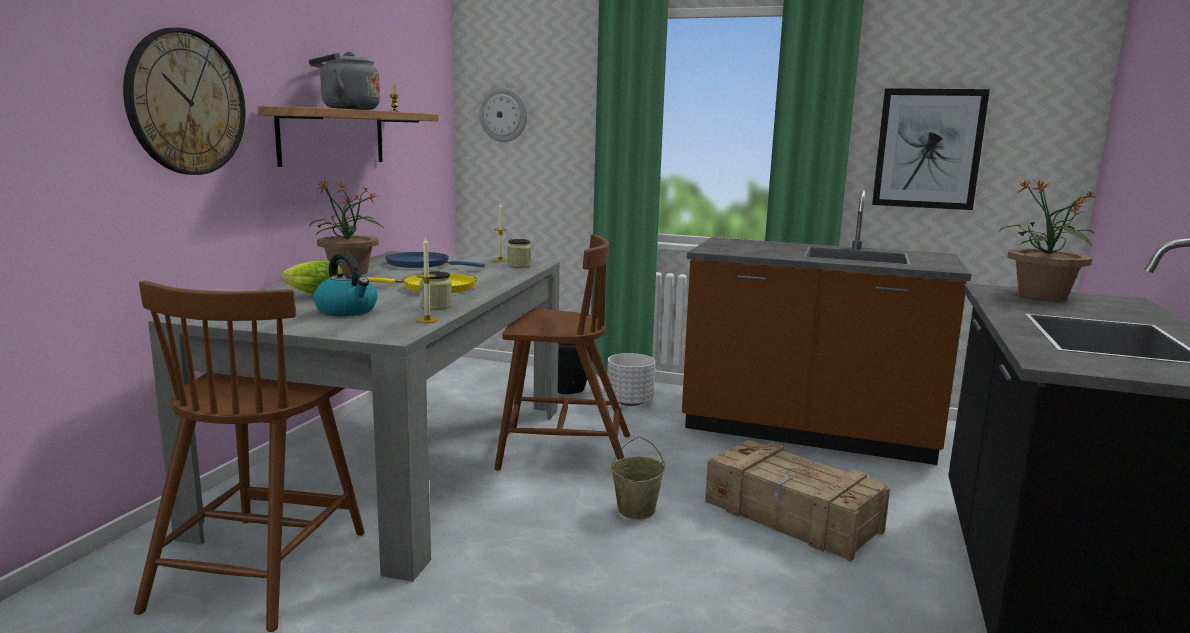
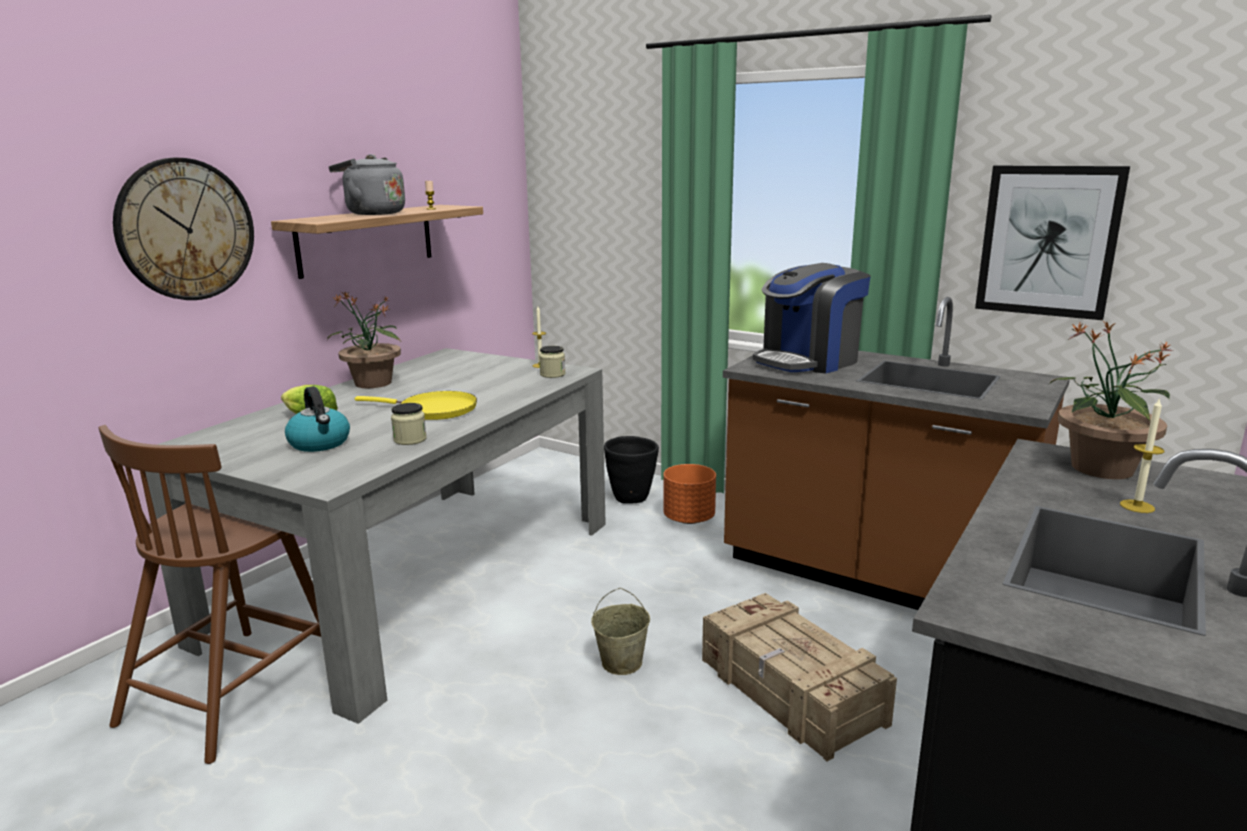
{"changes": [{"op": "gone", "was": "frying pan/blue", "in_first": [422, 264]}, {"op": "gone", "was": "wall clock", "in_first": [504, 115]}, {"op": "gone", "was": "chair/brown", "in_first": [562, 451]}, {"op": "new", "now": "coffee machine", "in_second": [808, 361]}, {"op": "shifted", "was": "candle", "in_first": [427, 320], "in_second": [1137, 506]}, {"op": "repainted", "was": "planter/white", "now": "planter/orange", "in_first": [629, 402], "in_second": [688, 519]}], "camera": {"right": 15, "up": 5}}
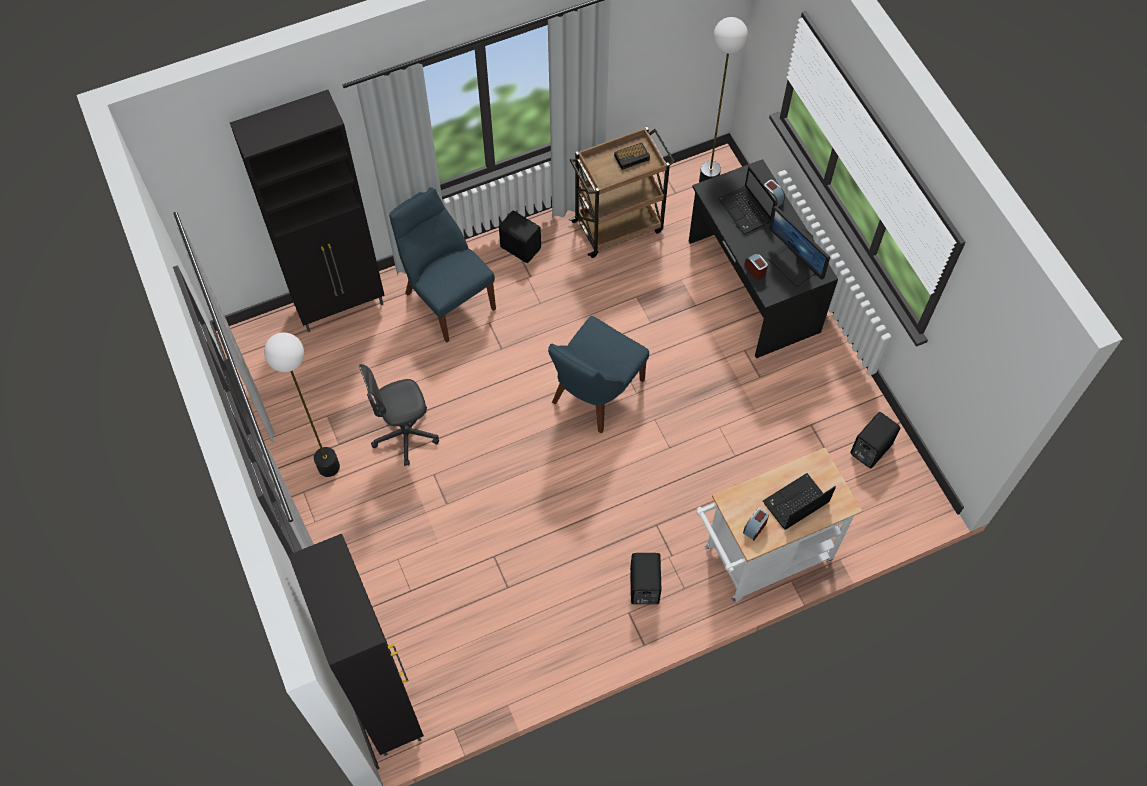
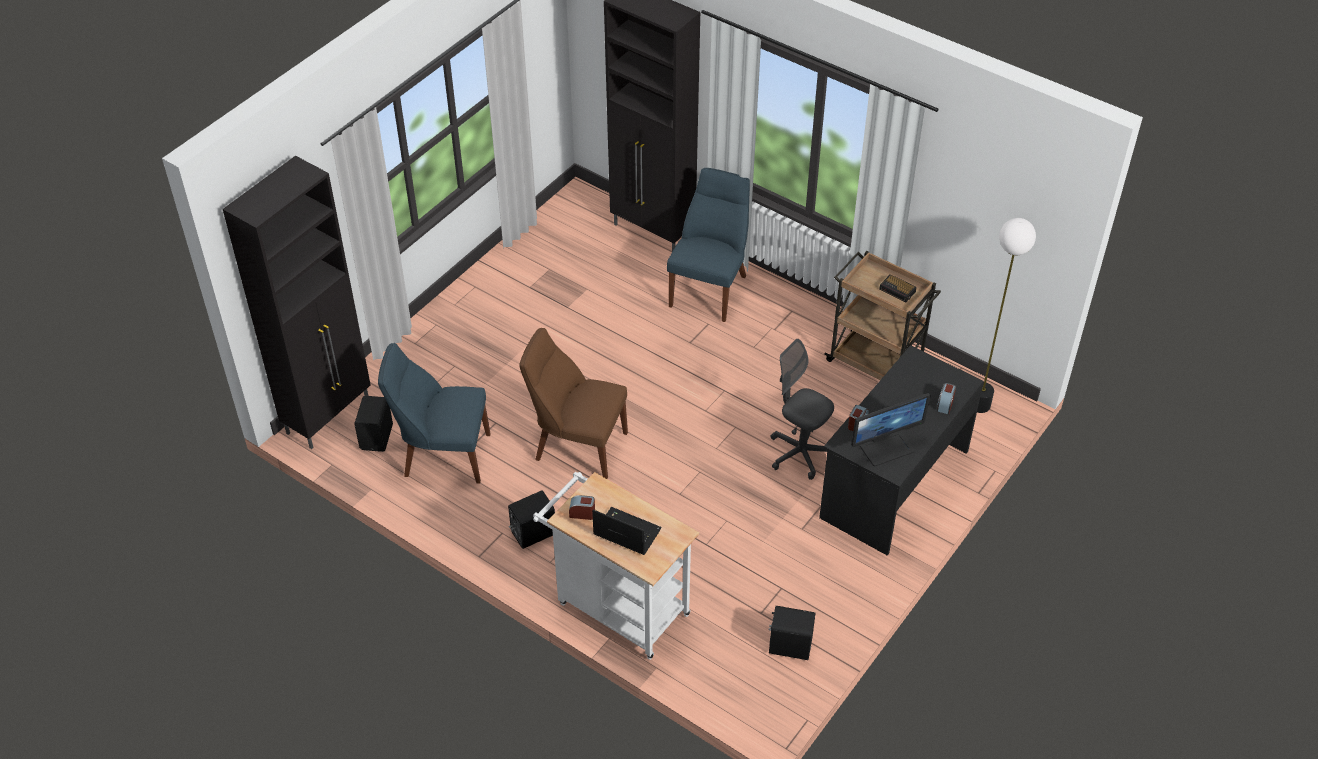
{"changes": [{"op": "gone", "was": "floor lamp", "in_first": [328, 466]}, {"op": "gone", "was": "laptop", "in_first": [745, 211]}, {"op": "new", "now": "chair/brown", "in_second": [577, 445]}, {"op": "shifted", "was": "office chair/grey", "in_first": [405, 435], "in_second": [800, 453]}, {"op": "shifted", "was": "speaker/black", "in_first": [520, 247], "in_second": [378, 437]}, {"op": "shifted", "was": "chair/blue", "in_first": [594, 394], "in_second": [442, 455]}, {"op": "rotated", "was": "monitor", "in_first": [793, 264], "in_second": [886, 447], "clockwise": -135}], "camera": {"right": 60, "up": -15}}
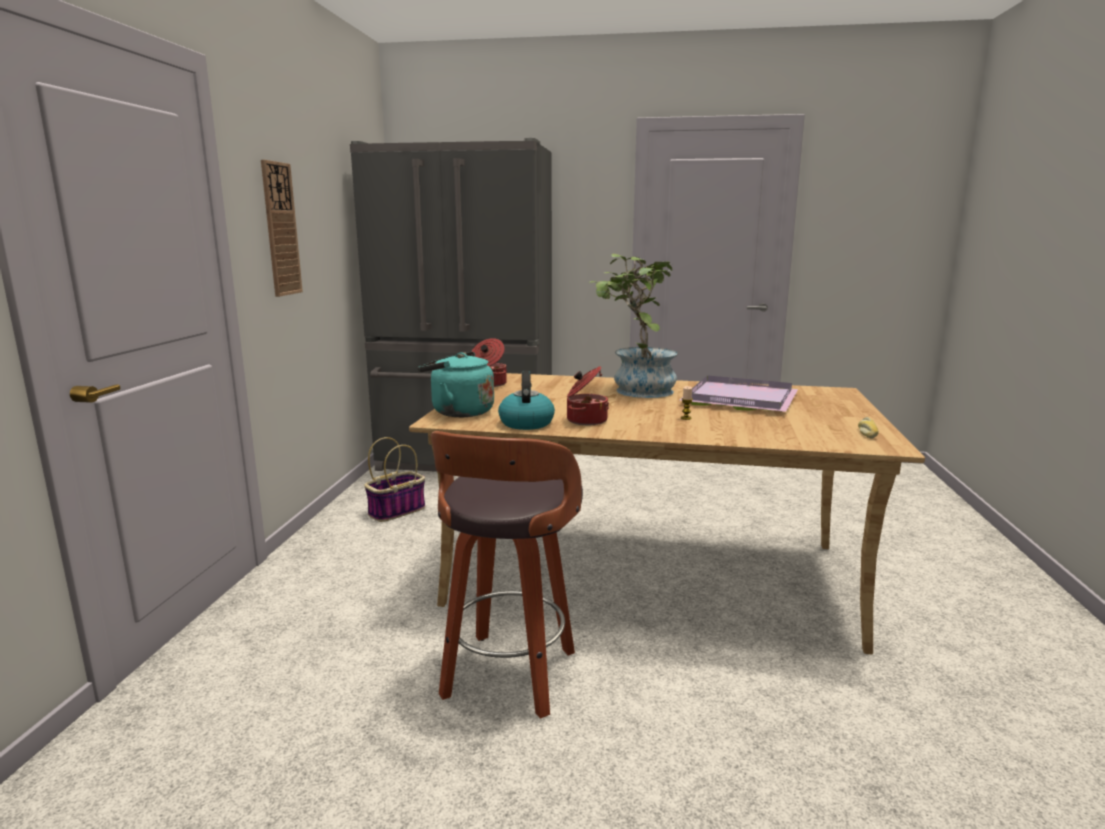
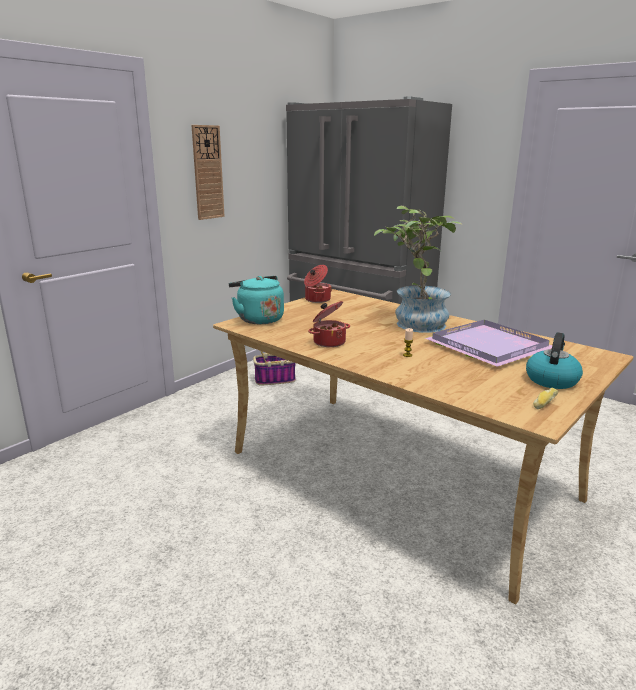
{"changes": [{"op": "gone", "was": "stool", "in_first": [508, 677]}, {"op": "shifted", "was": "kettle", "in_first": [526, 423], "in_second": [551, 380]}], "camera": {"right": 30, "up": 5}}
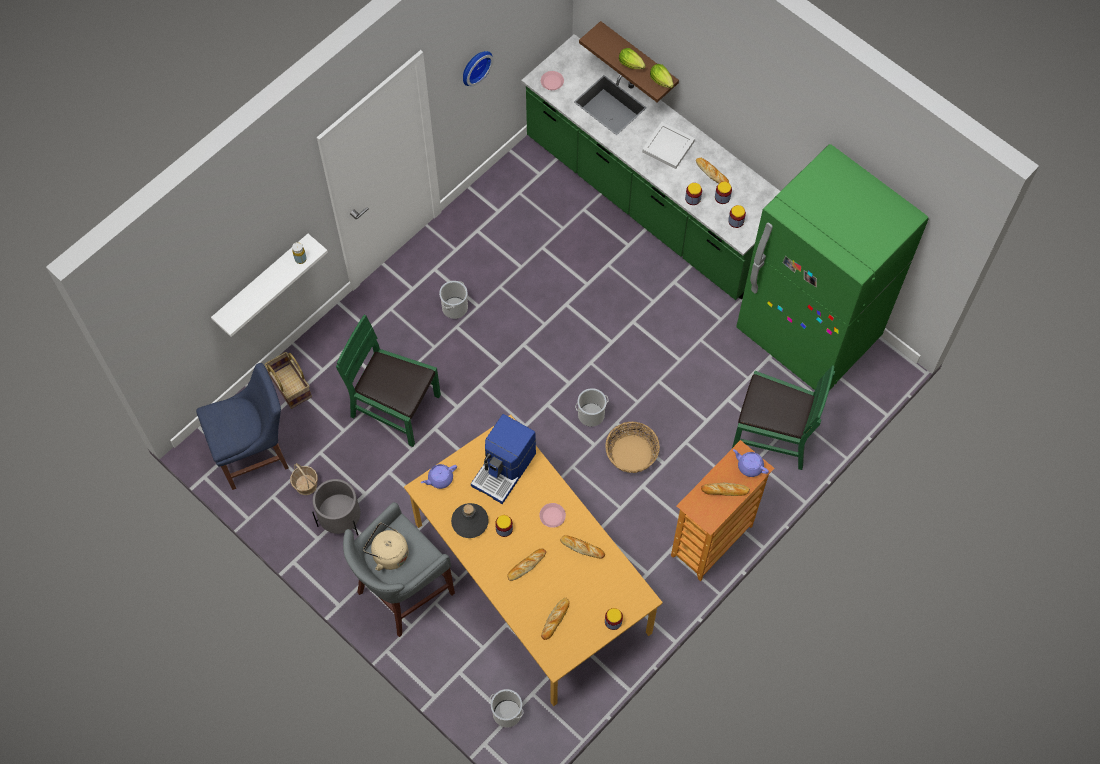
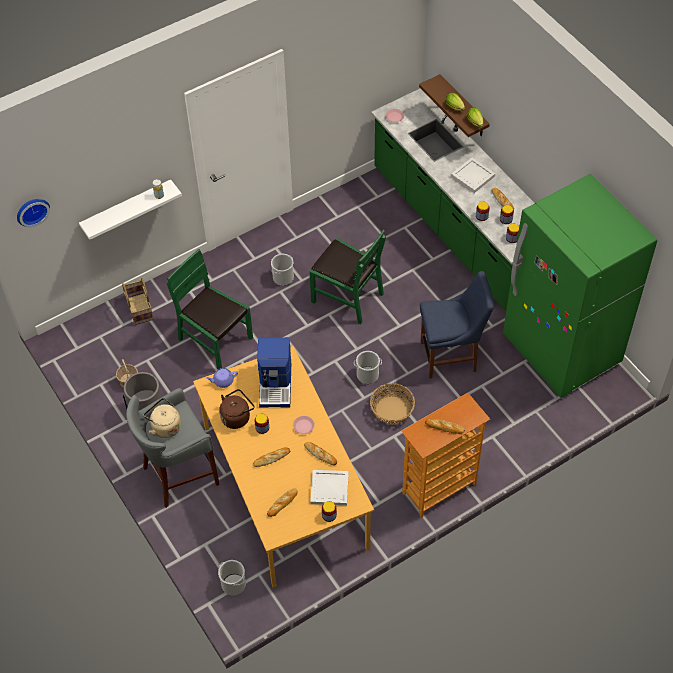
{"changes": [{"op": "gone", "was": "teapot/purple", "in_first": [749, 466]}, {"op": "new", "now": "tray/white", "in_second": [330, 488]}, {"op": "shifted", "was": "chair/blue", "in_first": [256, 454], "in_second": [451, 356]}, {"op": "shifted", "was": "wall clock", "in_first": [474, 66], "in_second": [32, 210]}, {"op": "shifted", "was": "chair/green", "in_first": [773, 435], "in_second": [347, 297]}, {"op": "swapped", "was": "bottle/grey", "now": "kettle/brown", "in_first": [470, 522], "in_second": [237, 417]}, {"op": "rotated", "was": "coffee machine", "in_first": [505, 469], "in_second": [276, 384], "clockwise": -45}], "camera": {"right": 15, "up": -10}}
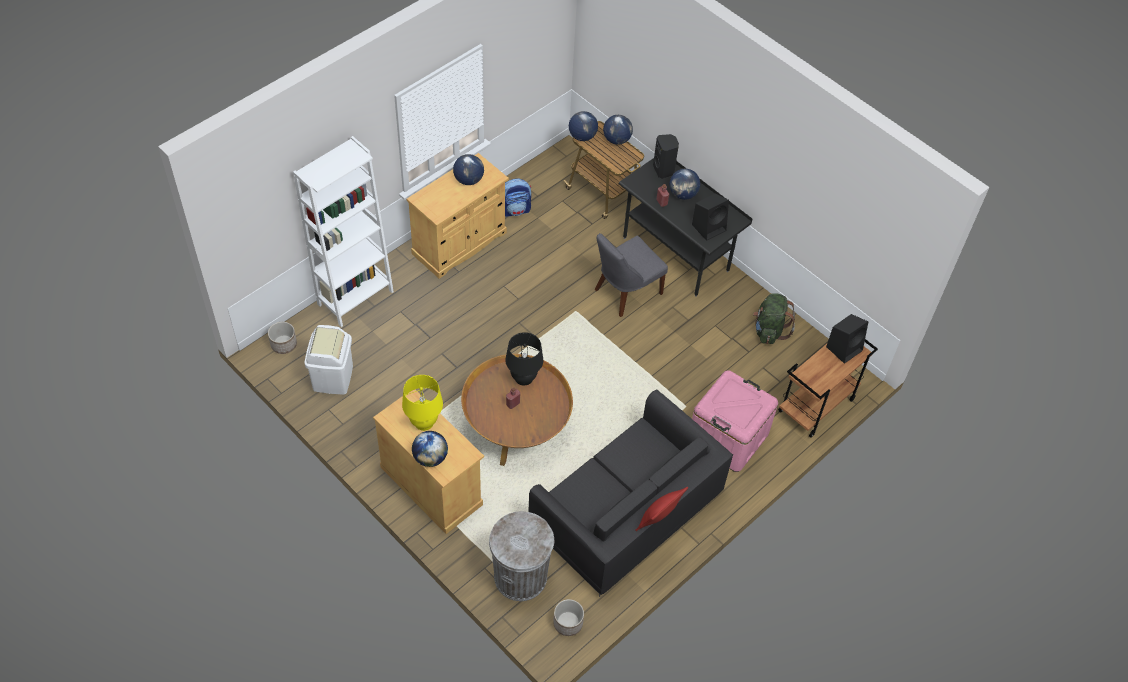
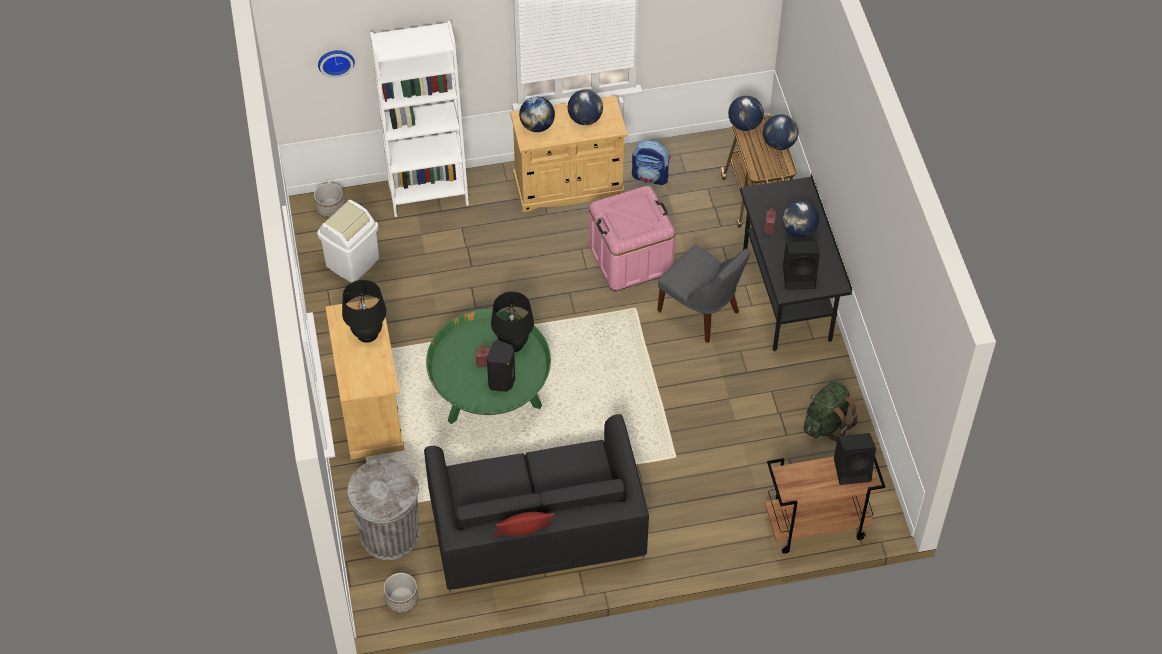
{"changes": [{"op": "new", "now": "wall clock", "in_second": [335, 61]}, {"op": "shifted", "was": "globe", "in_first": [430, 458], "in_second": [537, 126]}, {"op": "shifted", "was": "speaker/black", "in_first": [664, 170], "in_second": [502, 381]}, {"op": "shifted", "was": "storage box/pink", "in_first": [728, 437], "in_second": [630, 258]}, {"op": "repainted", "was": "table lamp/yellow", "now": "table lamp/black", "in_first": [424, 422], "in_second": [367, 333]}, {"op": "repainted", "was": "coffee table/brown", "now": "coffee table/green", "in_first": [516, 427], "in_second": [490, 393]}, {"op": "rotated", "was": "chair/grey", "in_first": [625, 292], "in_second": [701, 313], "clockwise": -135}], "camera": {"right": 35, "up": 0}}
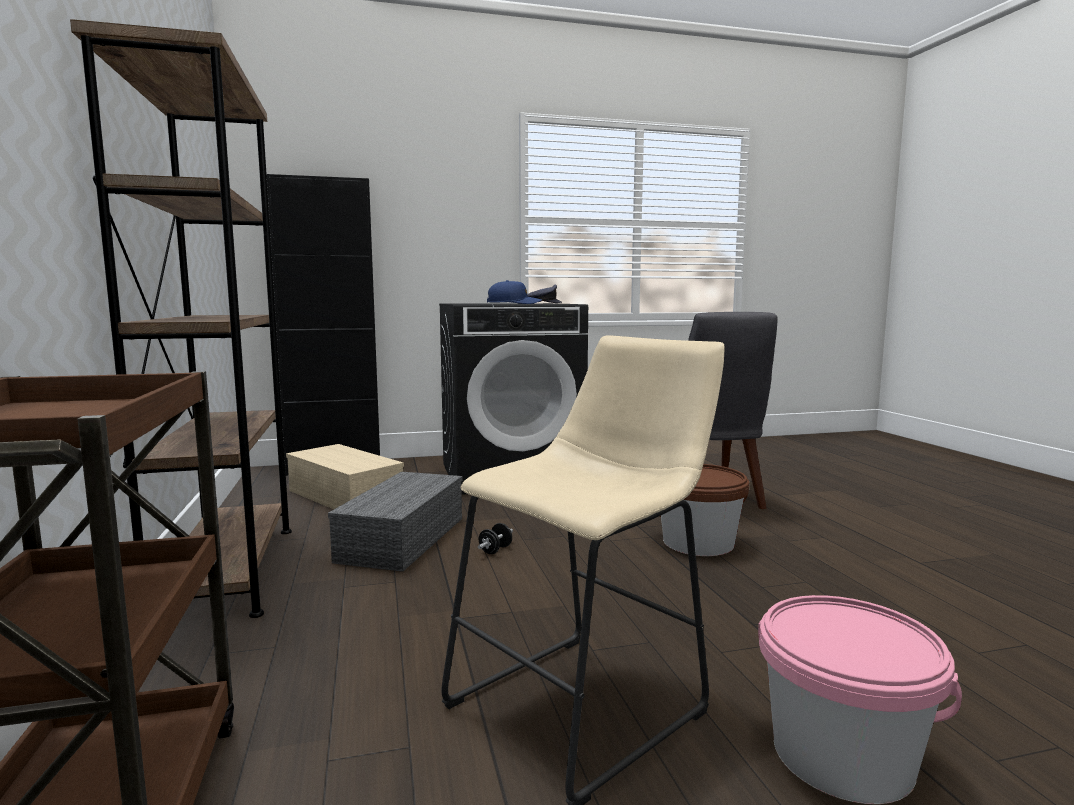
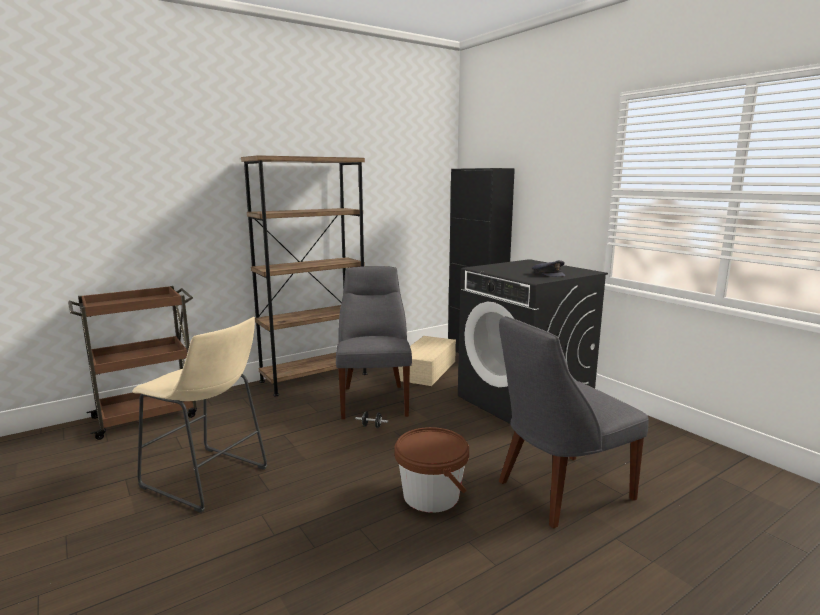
{"changes": [{"op": "gone", "was": "cap/blue", "in_first": [513, 303]}, {"op": "gone", "was": "bucket/pink", "in_first": [842, 755]}, {"op": "swapped", "was": "storage box/grey", "now": "chair/grey", "in_first": [402, 538], "in_second": [374, 399]}], "camera": {"right": 70, "up": 5}}
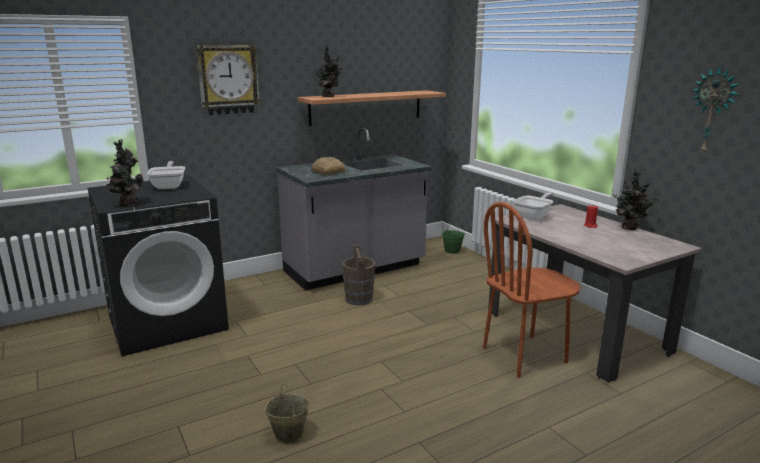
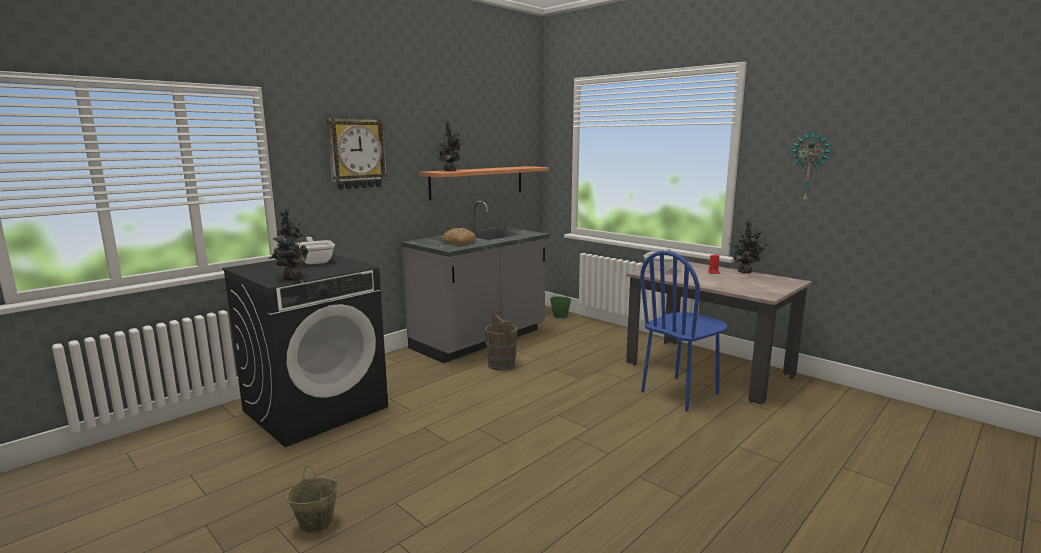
{"changes": [{"op": "shifted", "was": "bucket/beige", "in_first": [288, 434], "in_second": [315, 523]}, {"op": "repainted", "was": "chair/brown", "now": "chair/blue", "in_first": [524, 355], "in_second": [680, 393]}], "camera": {"right": -15, "up": -5}}
